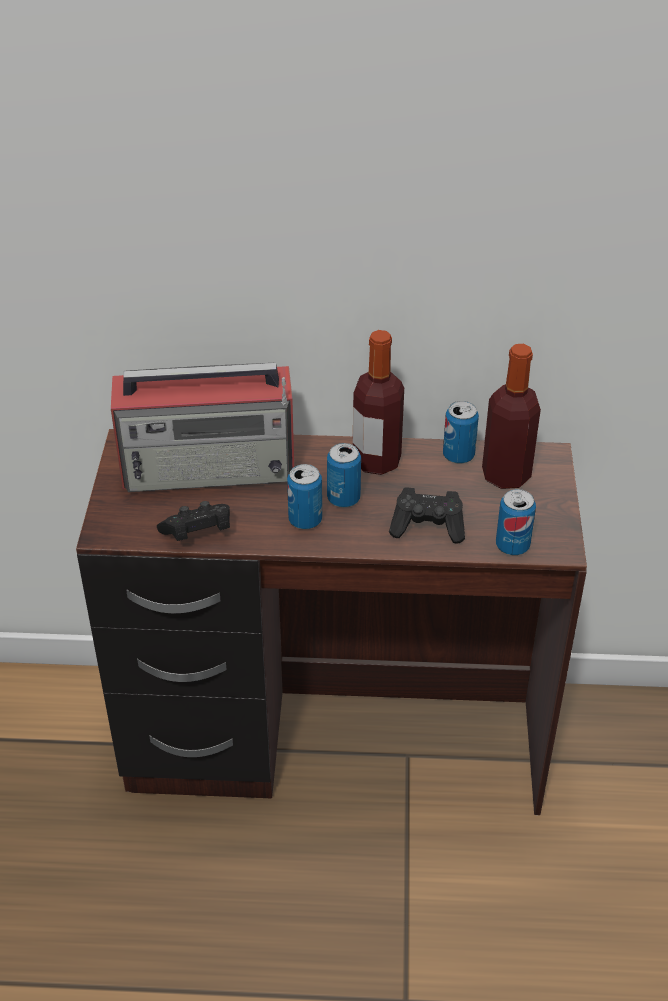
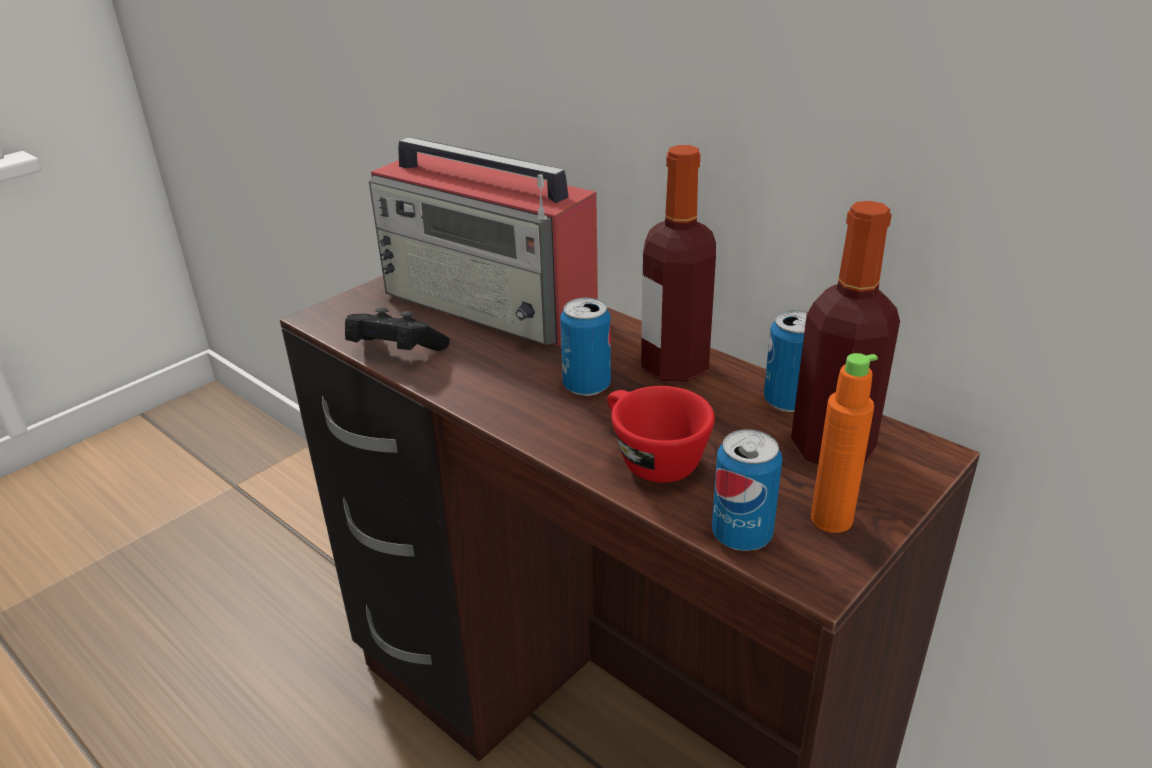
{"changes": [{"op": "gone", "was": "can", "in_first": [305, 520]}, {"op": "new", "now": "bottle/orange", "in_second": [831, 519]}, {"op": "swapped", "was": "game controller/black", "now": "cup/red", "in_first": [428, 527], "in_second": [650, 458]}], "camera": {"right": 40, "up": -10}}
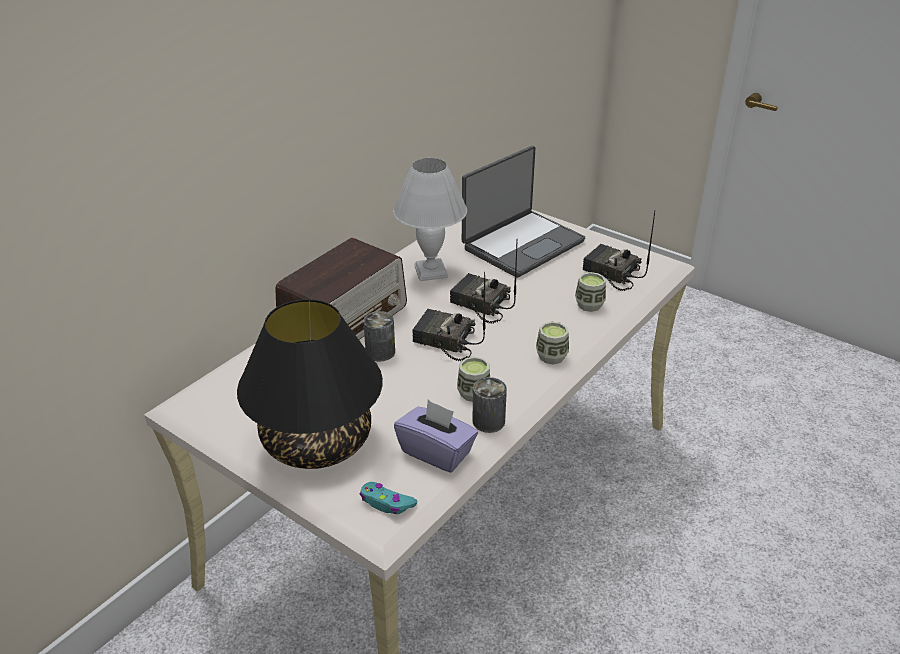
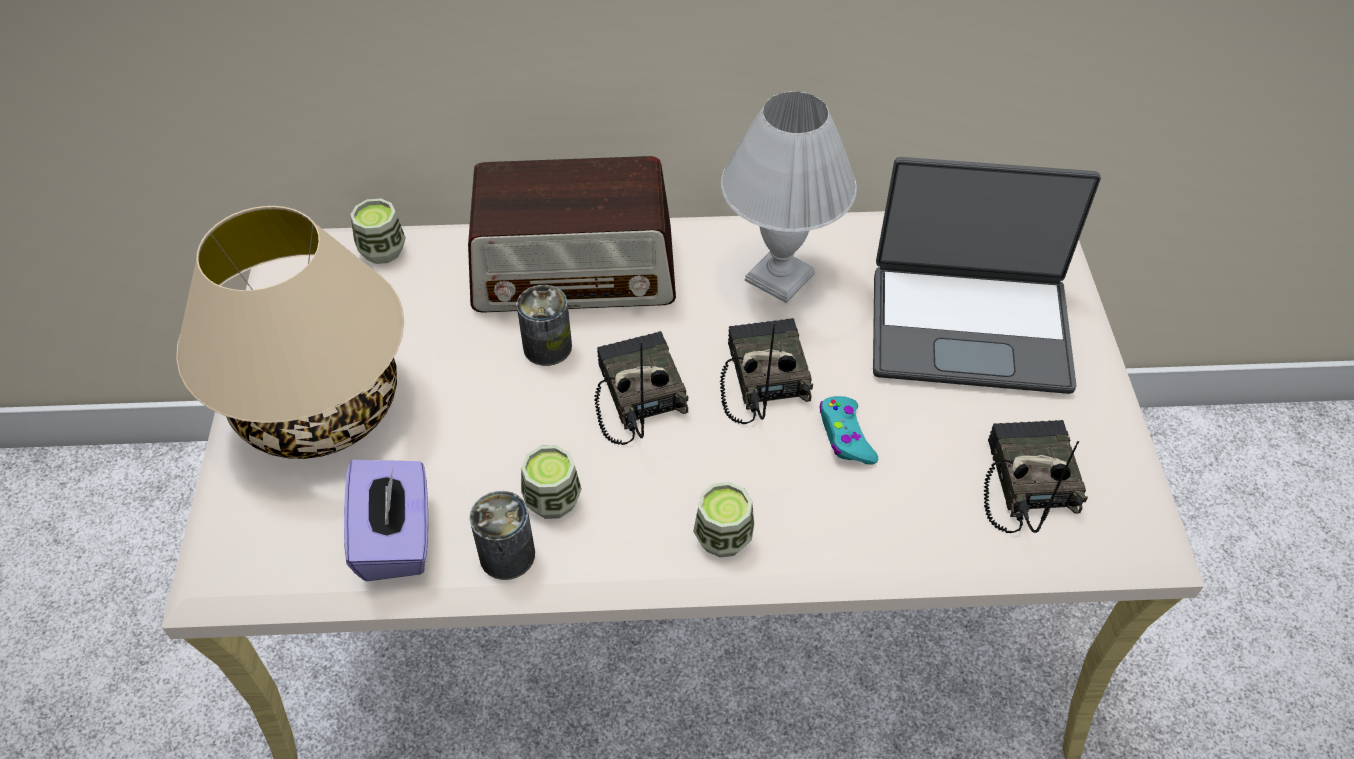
{"changes": [{"op": "shifted", "was": "game controller/turquoise", "in_first": [386, 503], "in_second": [845, 436]}, {"op": "shifted", "was": "cup", "in_first": [589, 305], "in_second": [382, 250]}, {"op": "repainted", "was": "table lamp/black", "now": "table lamp/beige", "in_first": [316, 441], "in_second": [320, 407]}], "camera": {"right": 50, "up": 15}}
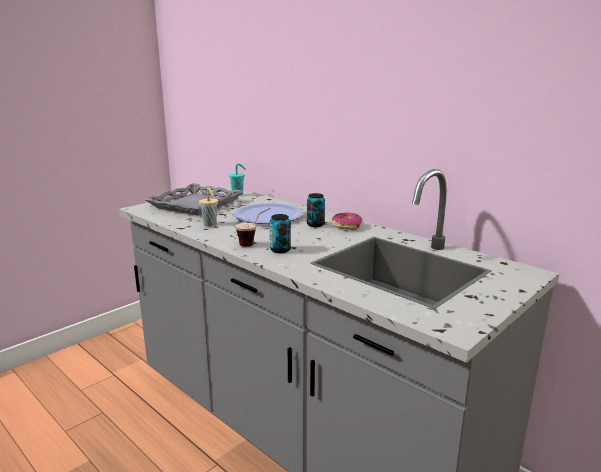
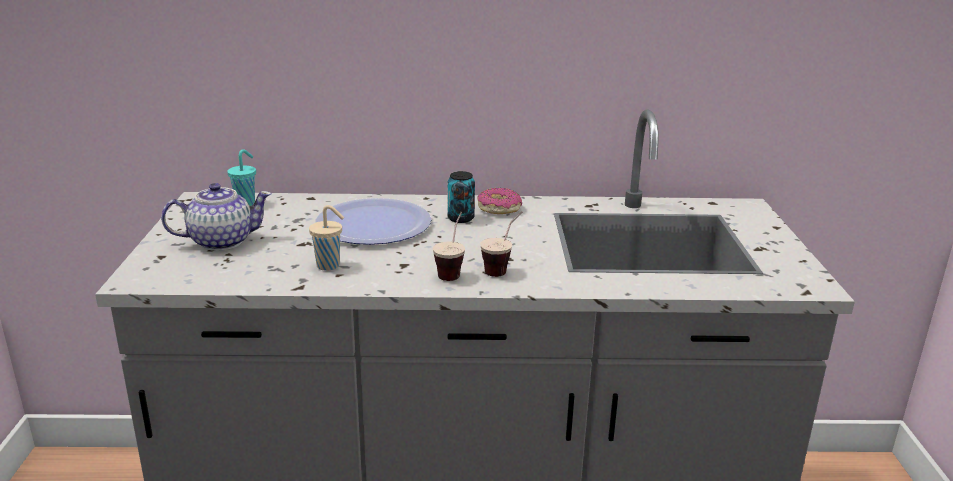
{"changes": [{"op": "swapped", "was": "tray/grey", "now": "teapot", "in_first": [195, 204], "in_second": [221, 241]}, {"op": "swapped", "was": "can", "now": "cup", "in_first": [280, 250], "in_second": [503, 268]}], "camera": {"right": -45, "up": 5}}
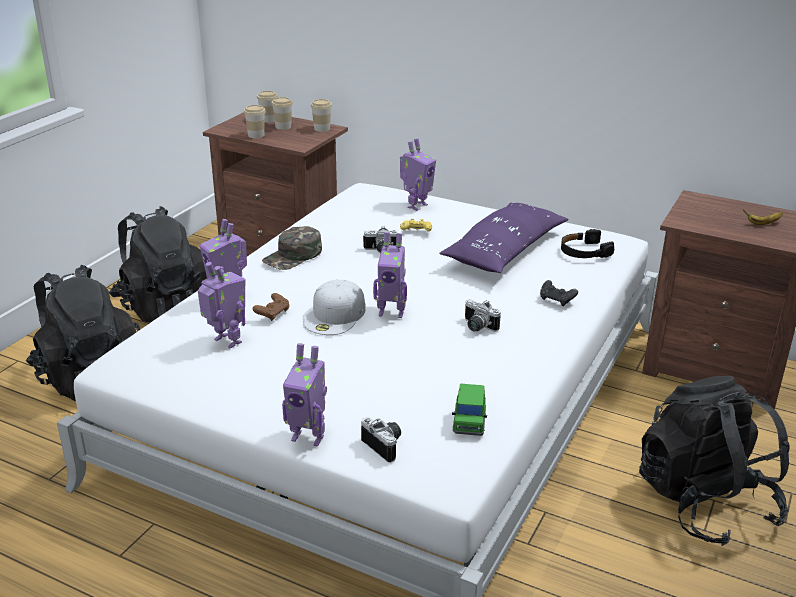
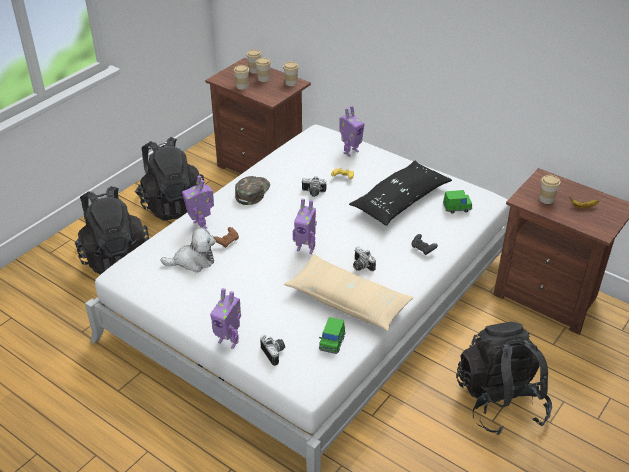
{"changes": [{"op": "gone", "was": "cap/white", "in_first": [335, 316]}, {"op": "new", "now": "pillow/beige", "in_second": [348, 301]}, {"op": "new", "now": "cup", "in_second": [546, 199]}, {"op": "swapped", "was": "toy robot", "now": "plush toy", "in_first": [226, 341], "in_second": [193, 261]}, {"op": "swapped", "was": "headphones/black", "now": "toy car/green", "in_first": [584, 251], "in_second": [457, 208]}, {"op": "repainted", "was": "pillow/purple", "now": "pillow/black", "in_first": [504, 251], "in_second": [400, 201]}, {"op": "rotated", "was": "cap/green", "in_first": [293, 256], "in_second": [252, 192], "clockwise": 150}], "camera": {"right": 10, "up": 10}}
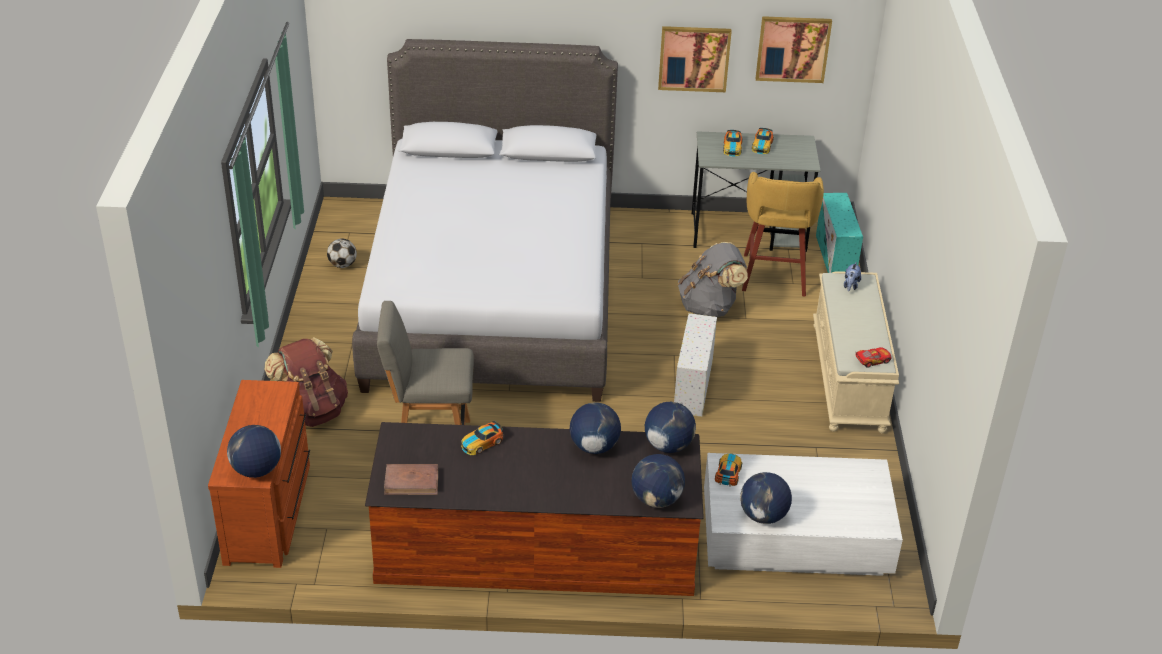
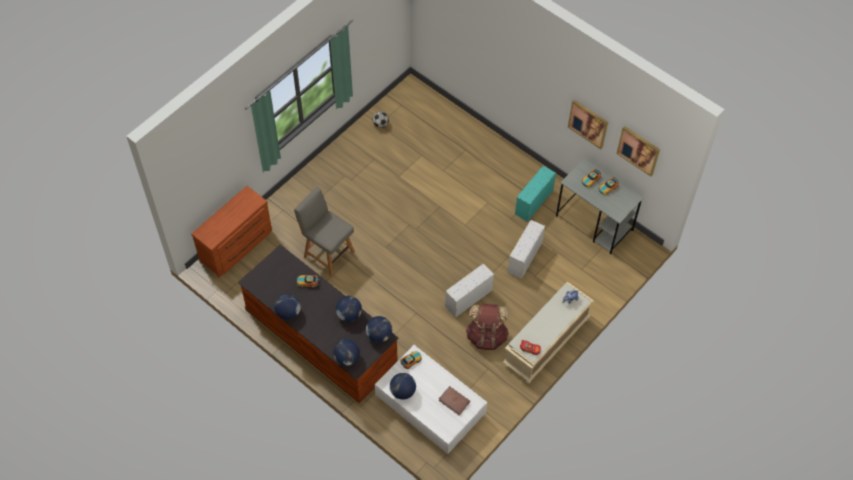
{"changes": [{"op": "gone", "was": "bed/grey", "in_first": [492, 294]}, {"op": "gone", "was": "stool/yellow", "in_first": [773, 277]}, {"op": "shifted", "was": "globe", "in_first": [256, 470], "in_second": [288, 312]}, {"op": "shifted", "was": "backpack/brown", "in_first": [311, 411], "in_second": [486, 336]}, {"op": "shifted", "was": "book/brown", "in_first": [412, 482], "in_second": [454, 401]}, {"op": "shifted", "was": "storage box/turquoise", "in_first": [835, 257], "in_second": [533, 202]}, {"op": "swapped", "was": "backpack/grey", "now": "storage box/white", "in_first": [710, 307], "in_second": [524, 258]}], "camera": {"right": 40, "up": 20}}
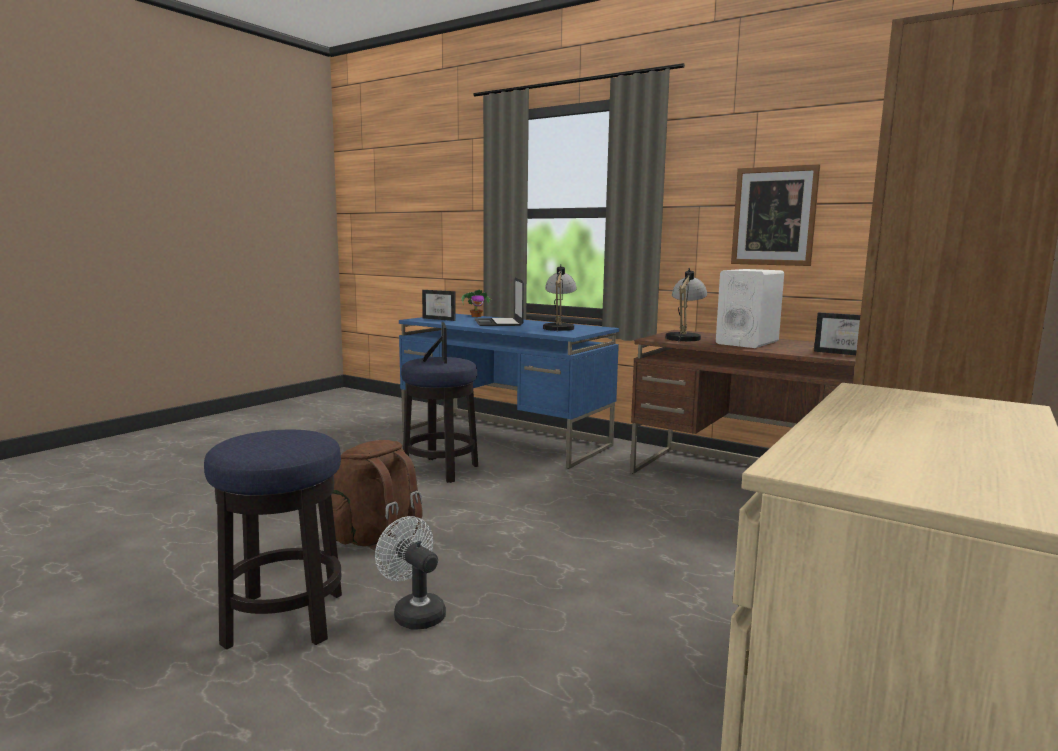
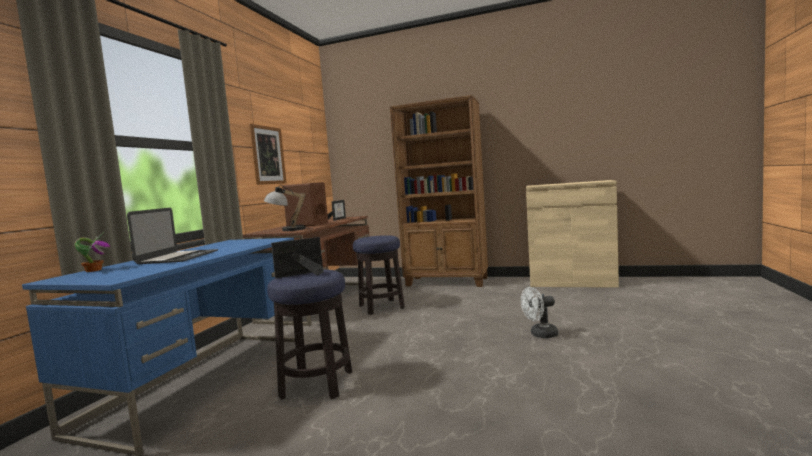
{"changes": [{"op": "gone", "was": "backpack/brown", "in_first": [374, 537]}, {"op": "gone", "was": "picture frame", "in_first": [441, 319]}, {"op": "gone", "was": "table lamp", "in_first": [559, 327]}, {"op": "shifted", "was": "stool", "in_first": [284, 619], "in_second": [381, 307]}, {"op": "repainted", "was": "speaker/white", "now": "speaker/brown", "in_first": [747, 343], "in_second": [307, 225]}, {"op": "rotated", "was": "fan/white", "in_first": [414, 613], "in_second": [540, 335], "clockwise": 45}, {"op": "rotated", "was": "laptop", "in_first": [498, 322], "in_second": [178, 257], "clockwise": -60}], "camera": {"right": -105, "up": -5}}
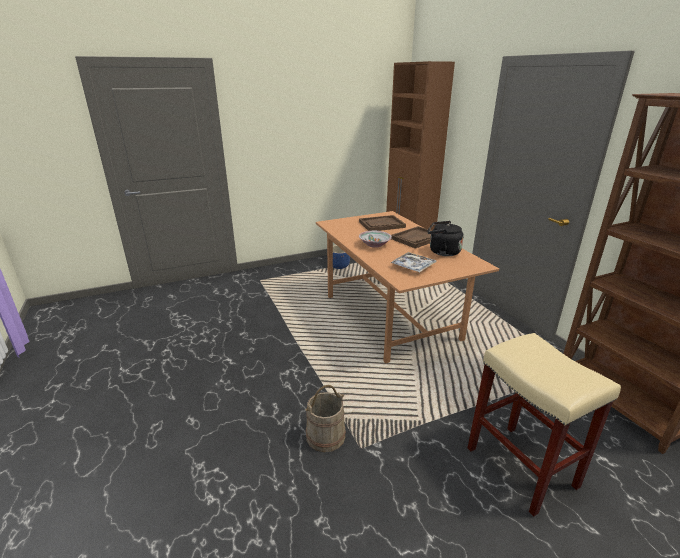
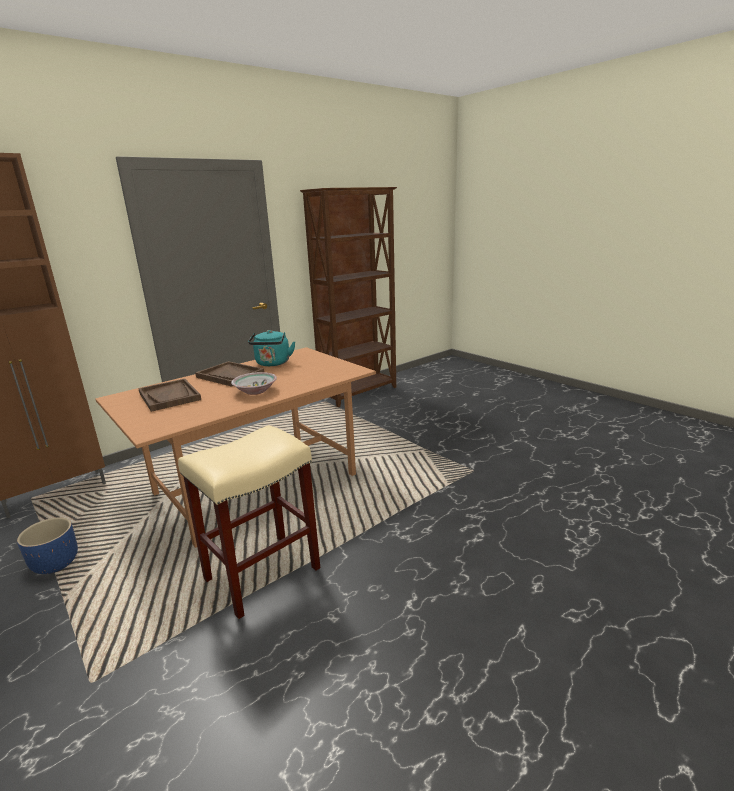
{"changes": [{"op": "gone", "was": "bucket/beige", "in_first": [325, 436]}, {"op": "gone", "was": "tray", "in_first": [413, 266]}, {"op": "shifted", "was": "stool/beige", "in_first": [519, 466], "in_second": [261, 575]}, {"op": "repainted", "was": "kettle/black", "now": "kettle/turquoise", "in_first": [442, 252], "in_second": [272, 363]}], "camera": {"right": -105, "up": -5}}
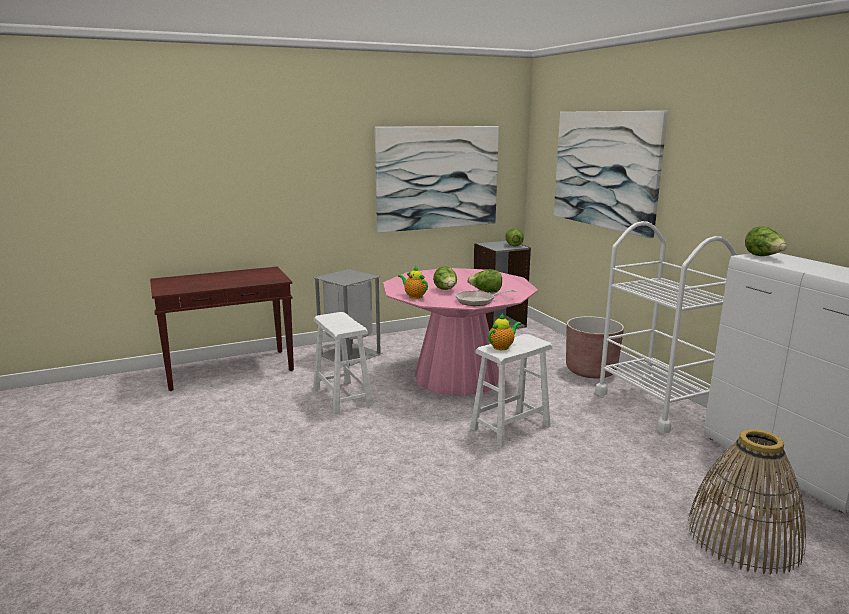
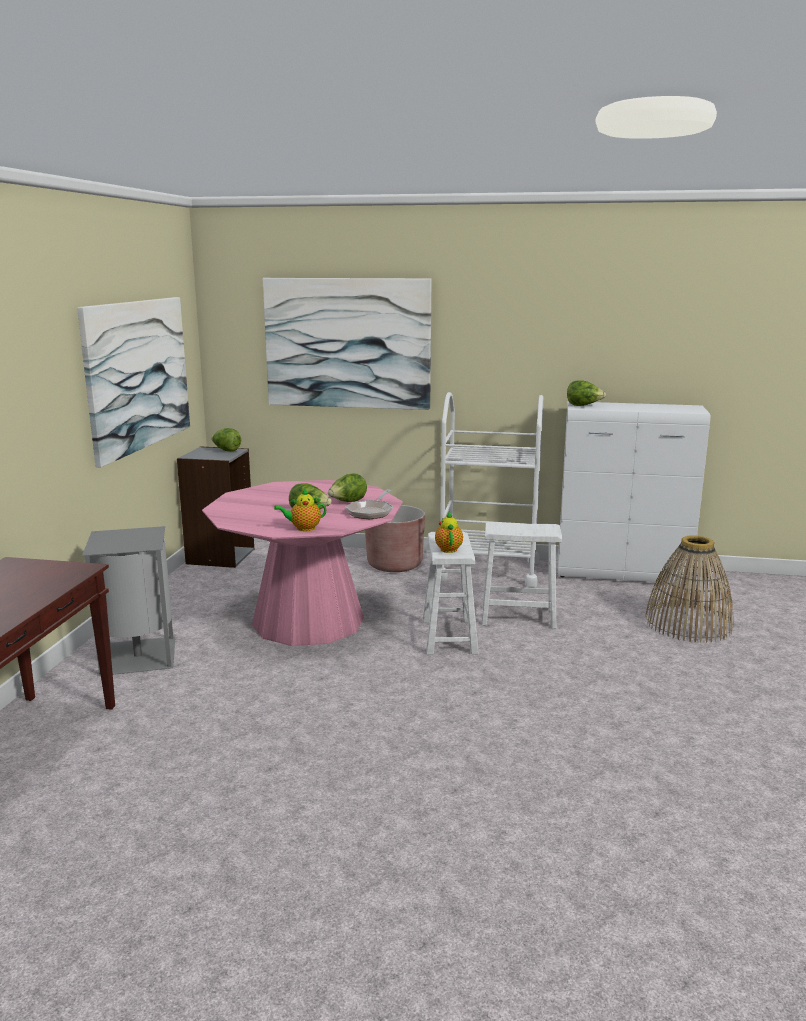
{"changes": [{"op": "shifted", "was": "stool/white", "in_first": [342, 397], "in_second": [518, 617]}], "camera": {"right": -55, "up": 0}}
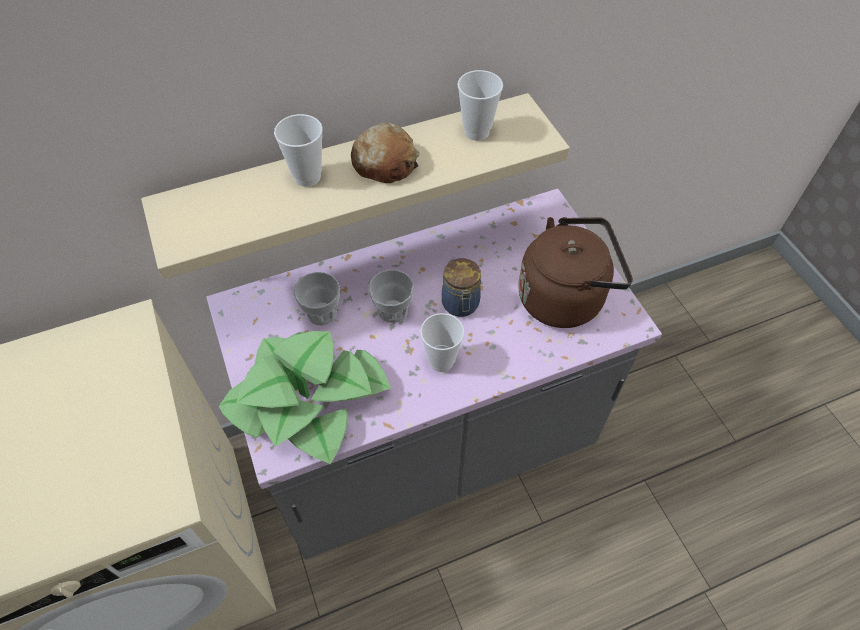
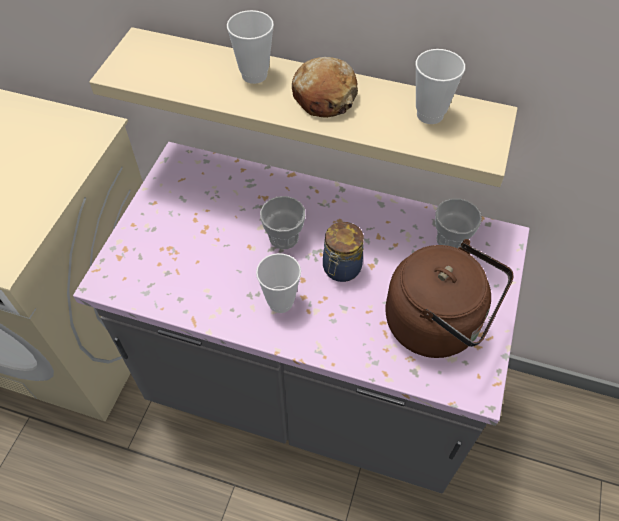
{"changes": [{"op": "gone", "was": "potted plant", "in_first": [308, 400]}, {"op": "shifted", "was": "cup", "in_first": [321, 313], "in_second": [451, 239]}], "camera": {"right": 40, "up": 0}}
